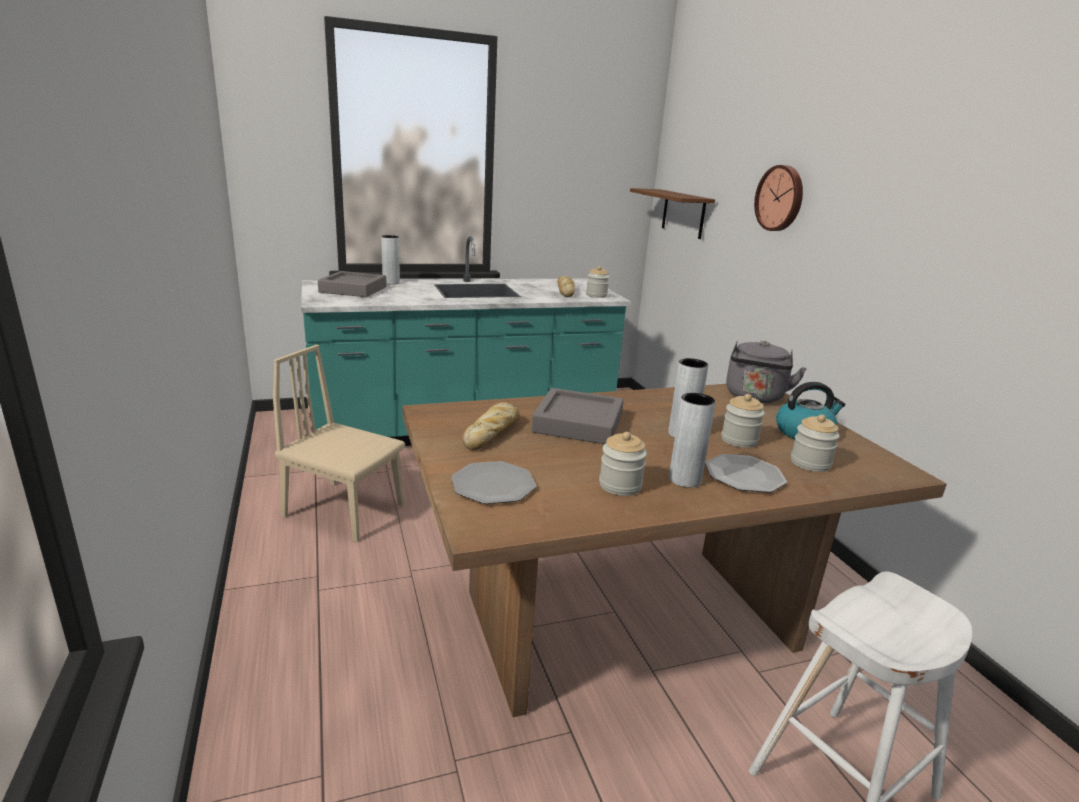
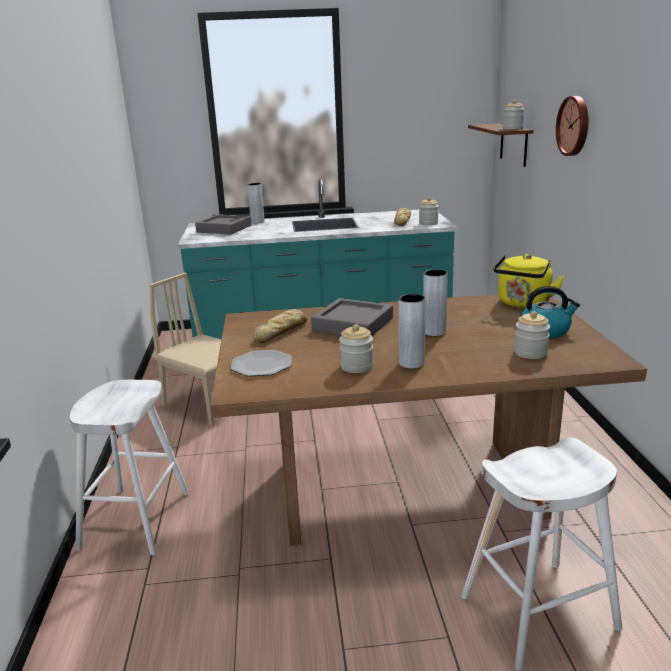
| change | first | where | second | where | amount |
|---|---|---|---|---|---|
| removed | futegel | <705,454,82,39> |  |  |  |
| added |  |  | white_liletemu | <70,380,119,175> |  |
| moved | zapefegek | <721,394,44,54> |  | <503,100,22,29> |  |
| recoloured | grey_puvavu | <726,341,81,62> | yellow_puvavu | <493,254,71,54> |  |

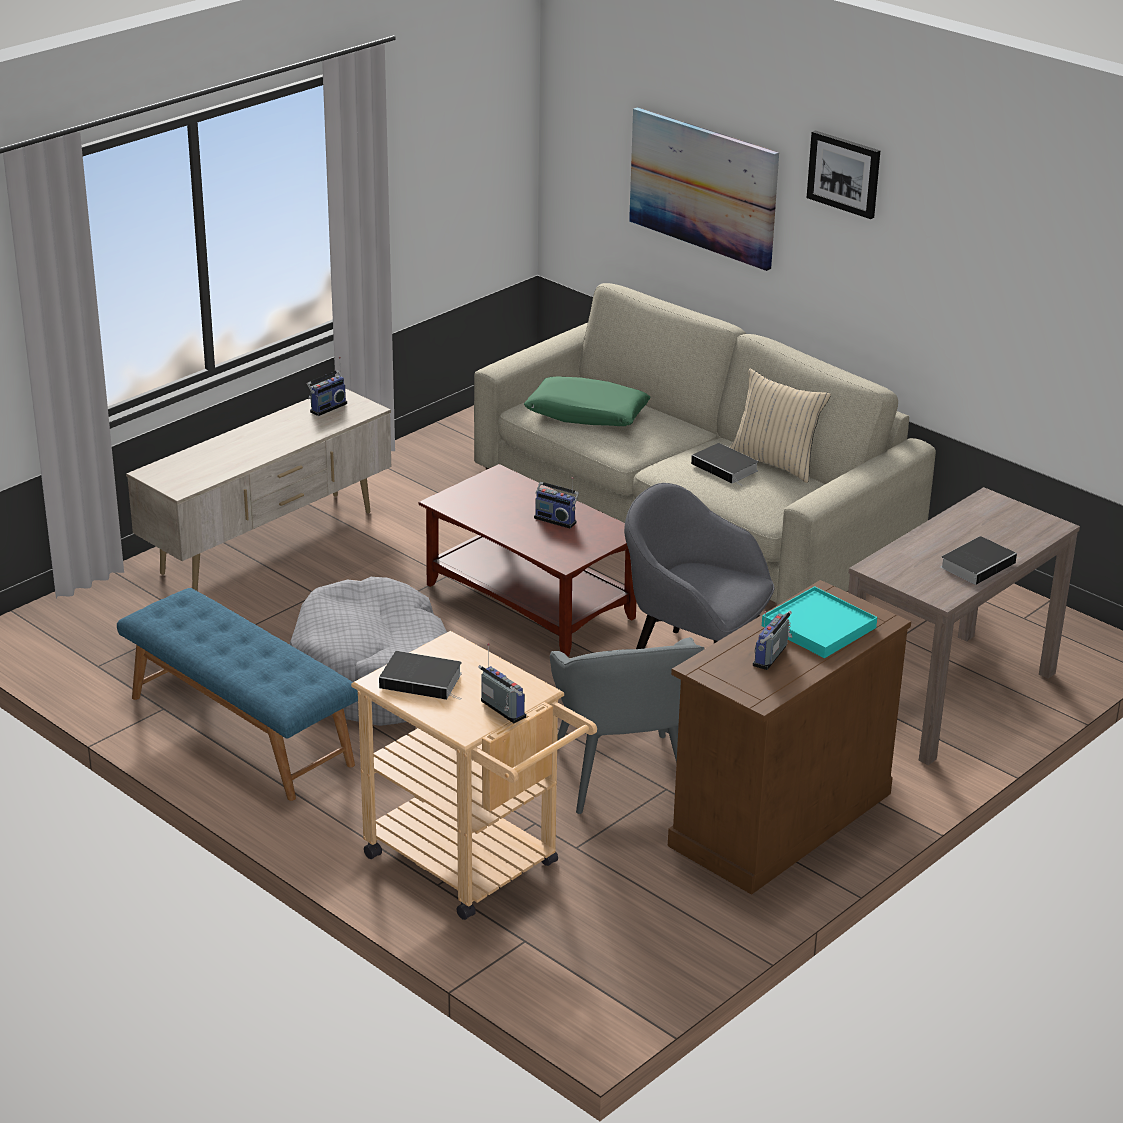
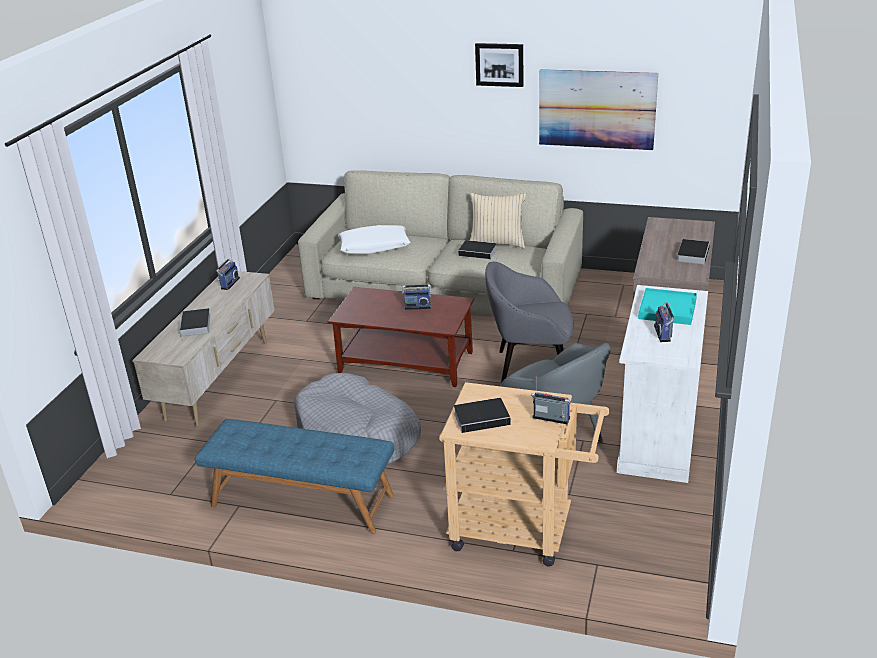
| change | first | where | second | where | amount |
|---|---|---|---|---|---|
| added |  |  | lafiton | <179,308,32,31> |  |
| moved | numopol | <629,107,150,164> |  | <539,69,119,81> |  |
| recoloured | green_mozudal | <524,377,126,49> | white_mozudal | <338,225,72,30> |  |
| recoloured | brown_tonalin | <668,580,243,315> | white_tonalin | <617,285,91,198> |  |

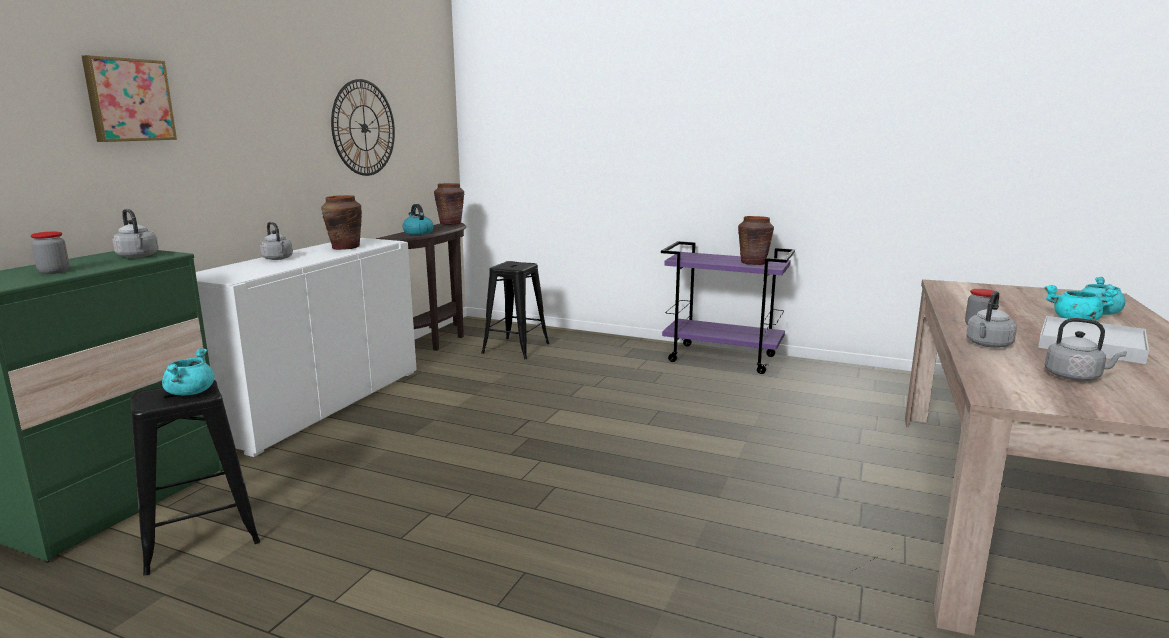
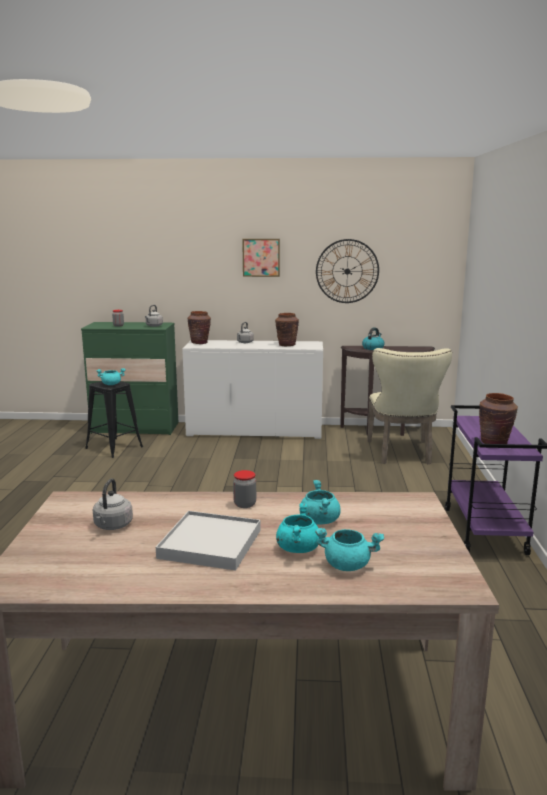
| change | first | where | second | where | amount |
|---|---|---|---|---|---|
| removed | grey_puvavu | <966,291,51,57> |  |  |  |
| added |  |  | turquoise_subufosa | <301,480,40,45> |  |
| moved | numopol | <82,55,95,87> |  | <242,239,38,38> |  |
| moved | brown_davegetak | <434,183,30,42> |  | <188,311,23,33> |  |
| replaced | black_liletemu | <481,261,68,98> | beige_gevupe | <367,348,85,116> |  |

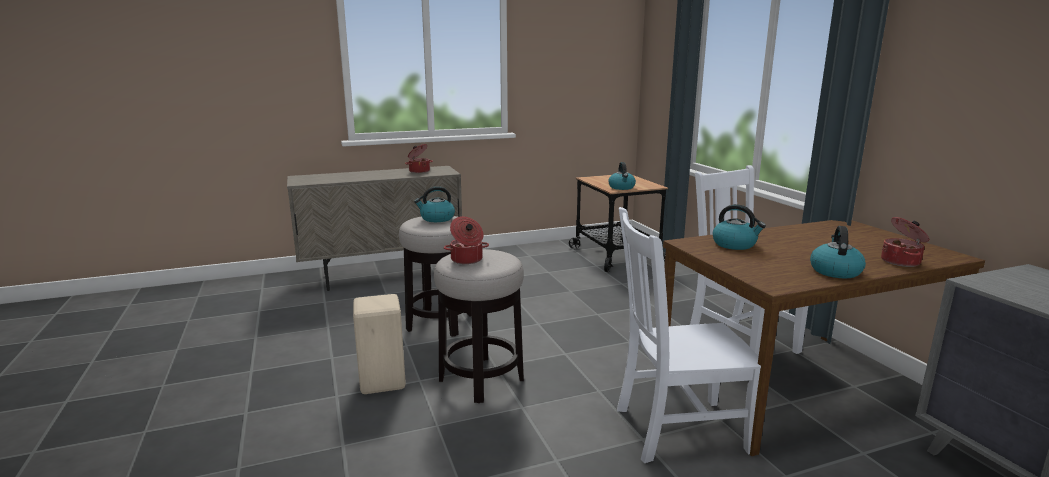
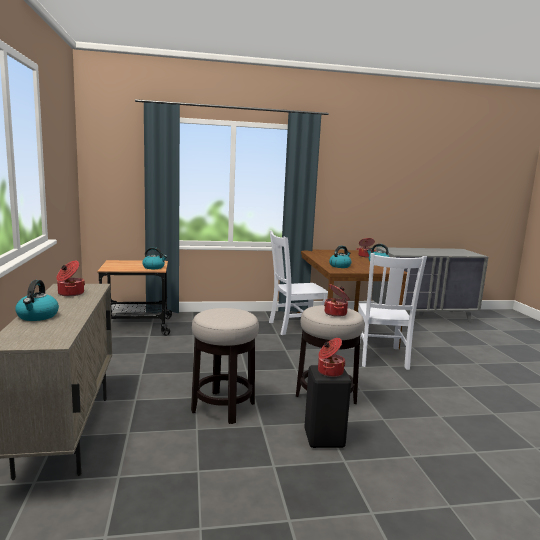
| change | first | where | second | where | amount |
|---|---|---|---|---|---|
| added |  |  | subufosa | <318,338,28,39> |  |
| moved | puvavu | <414,186,41,36> |  | <15,280,44,41> |  |
| recoloured | beige_liletemu | <353,294,53,100> | black_liletemu | <304,365,47,83> |  |

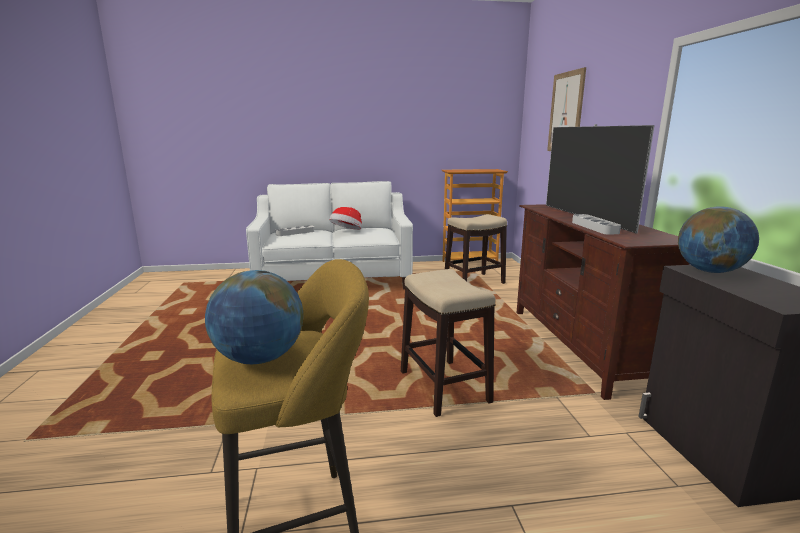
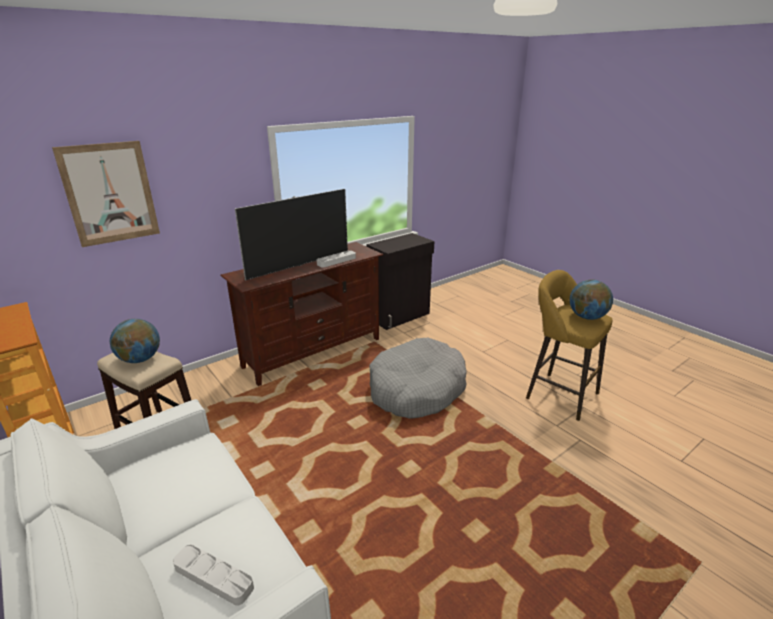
| change | first | where | second | where | amount |
|---|---|---|---|---|---|
| removed | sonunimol | <329,207,33,23> |  |  |  |
| moved | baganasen | <678,206,81,67> |  | <110,319,50,44> |  |
| replaced | liletemu | <401,269,95,148> | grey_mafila | <369,338,98,81> |  |

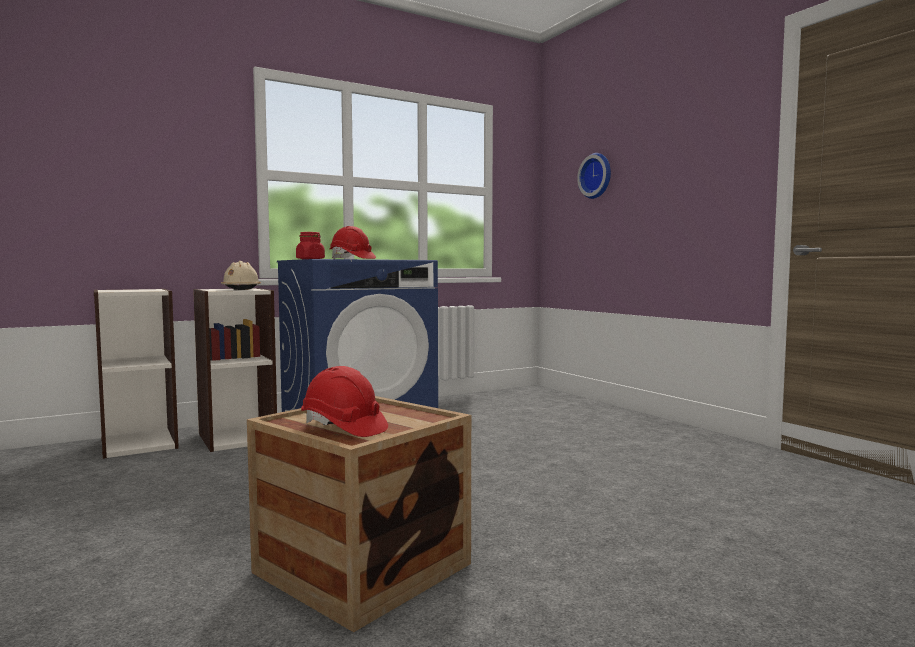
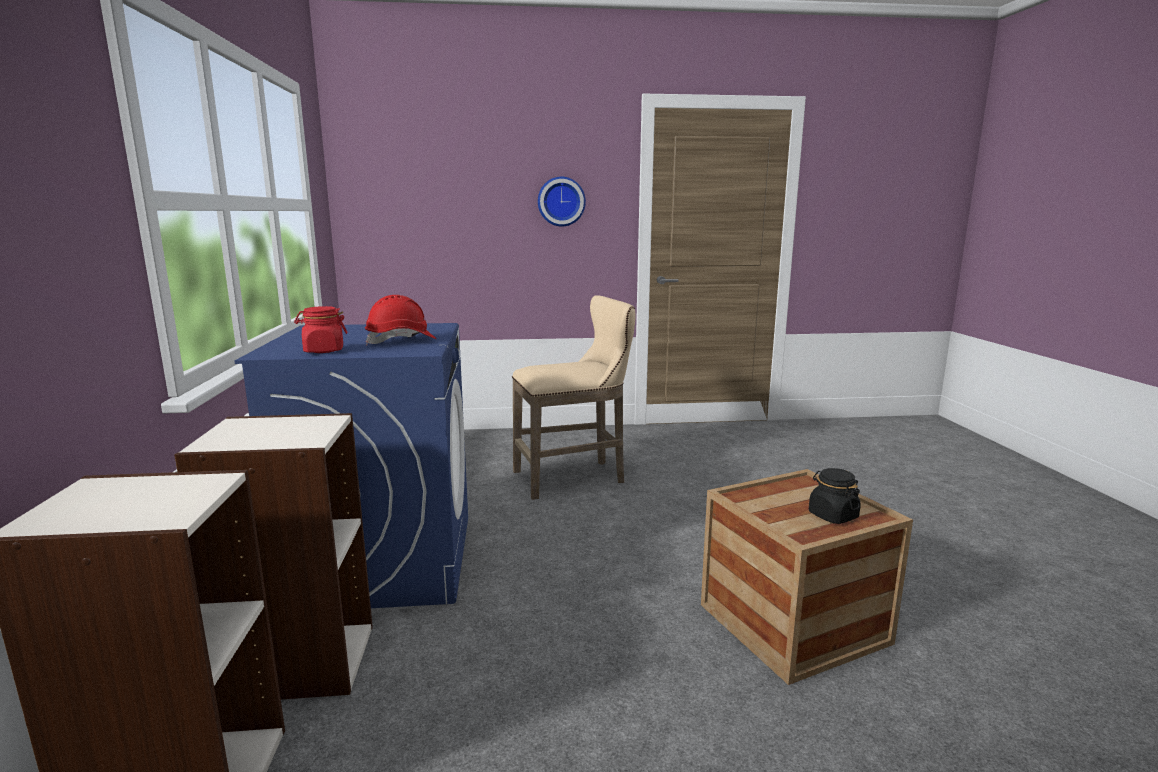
| change | first | where | second | where | amount |
|---|---|---|---|---|---|
| removed | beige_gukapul | <221,261,40,29> |  |  |  |
| added |  |  | beige_liletemu | <512,295,124,205> |  |
| moved | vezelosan | <577,153,34,46> |  | <538,177,48,49> |  |
| replaced | red_gukapul | <301,366,87,71> | black_zapefegek | <809,468,52,56> |  |

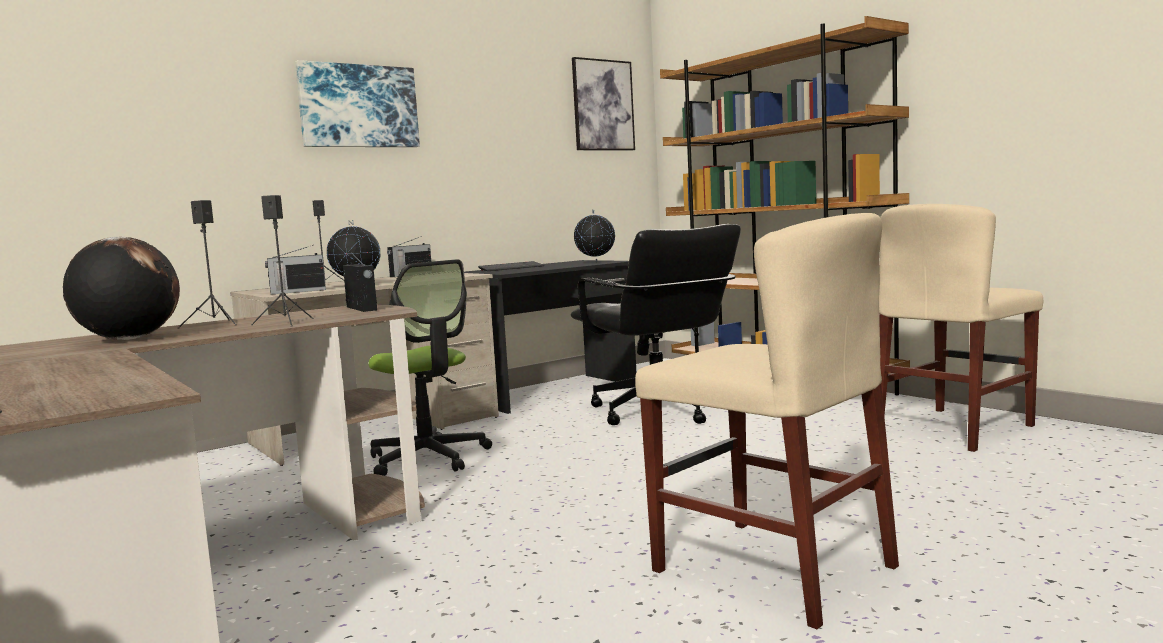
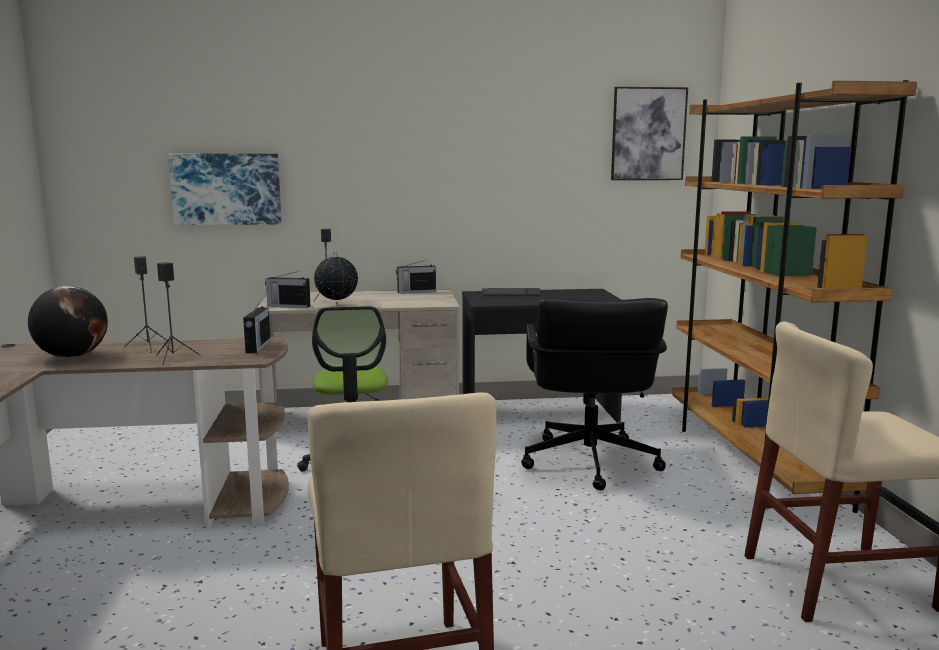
| change | first | where | second | where | amount |
|---|---|---|---|---|---|
| removed | baganasen | <574,210,41,53> |  |  |  |
| moved | numopol | <295,60,125,87> |  | <168,154,114,71> |  |

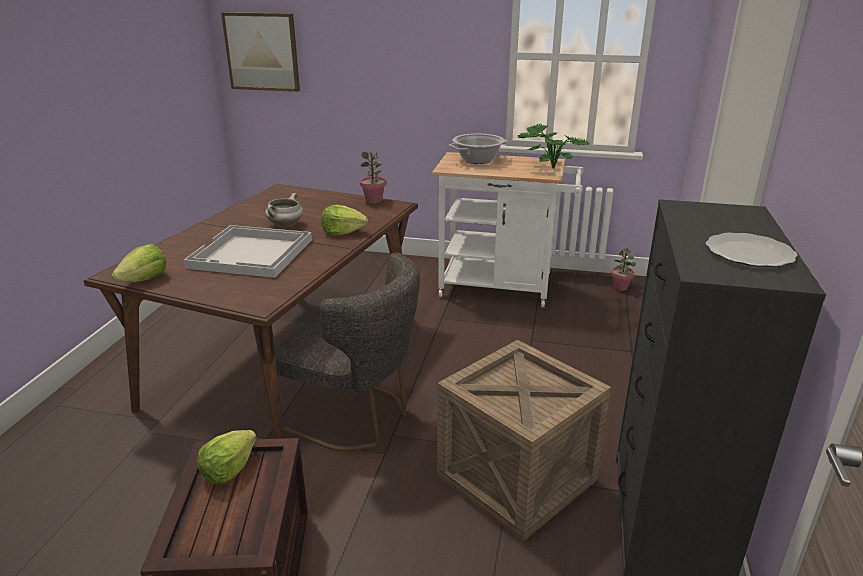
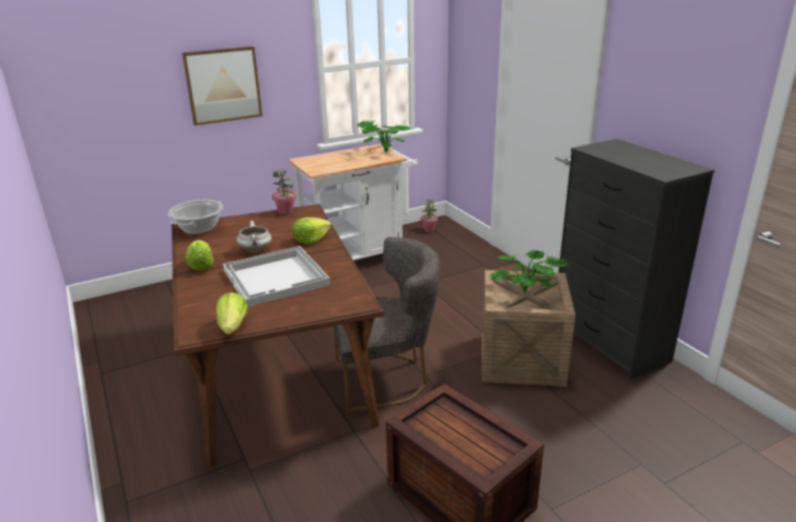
| change | first | where | second | where | amount |
|---|---|---|---|---|---|
| removed | futegel | <706,233,92,34> |  |  |  |
| added |  |  | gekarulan | <490,249,79,43> |  |
| moved | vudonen | <197,430,59,55> |  | <185,240,28,31> |  |
| moved | numopol | <221,12,79,80> |  | <182,46,80,80> |  |
| moved | subufosa | <449,134,59,30> |  | <168,200,55,34> |  |

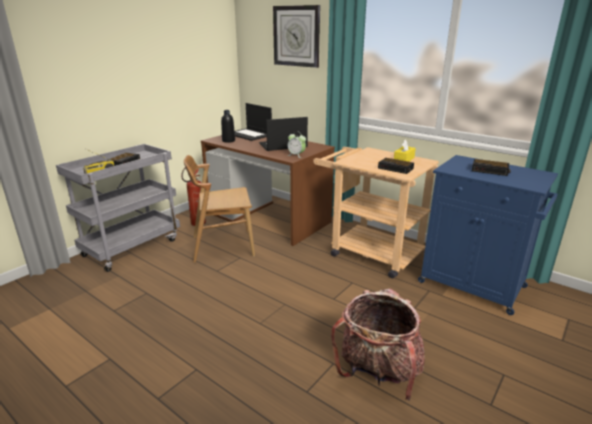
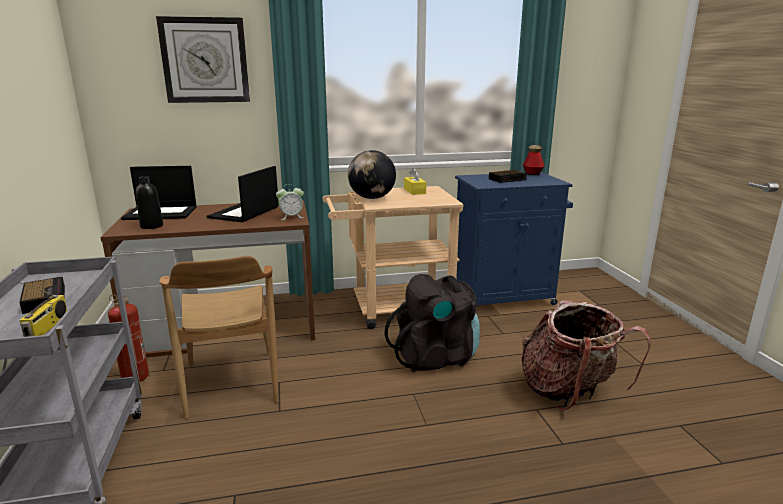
| change | first | where | second | where | amount |
|---|---|---|---|---|---|
| removed | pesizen | <378,158,36,16> |  |  |  |
| added |  |  | baganasen | <348,150,48,49> |  |
| added |  |  | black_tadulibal | <384,274,96,98> |  |
| added |  |  | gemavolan | <523,145,22,30> |  |
| turned | brown_gevupe | <184,155,71,108> |  | <160,256,119,163> | 45 degrees counterclockwise |

